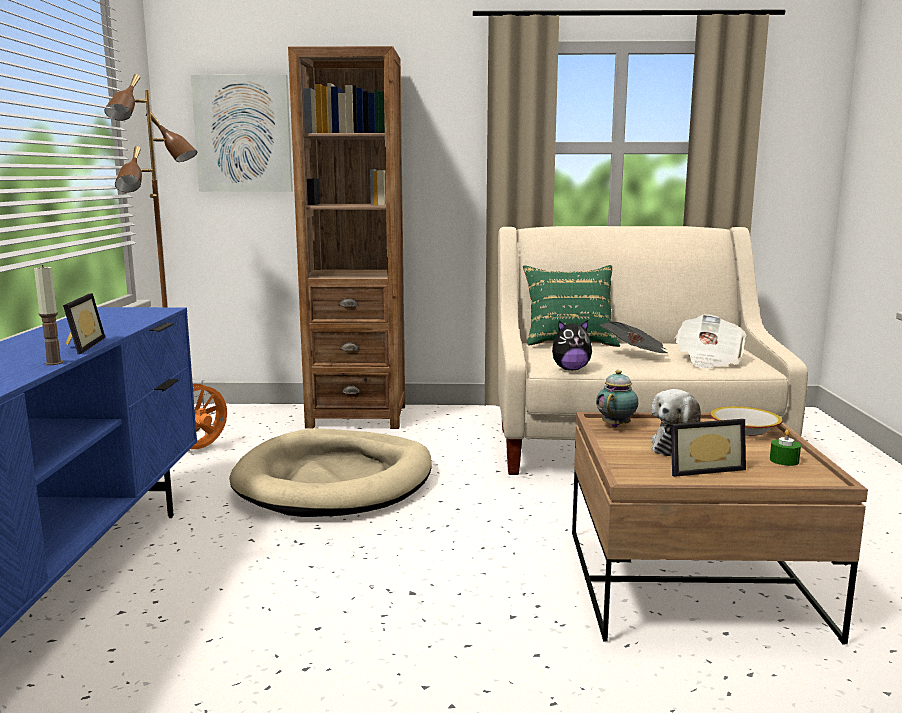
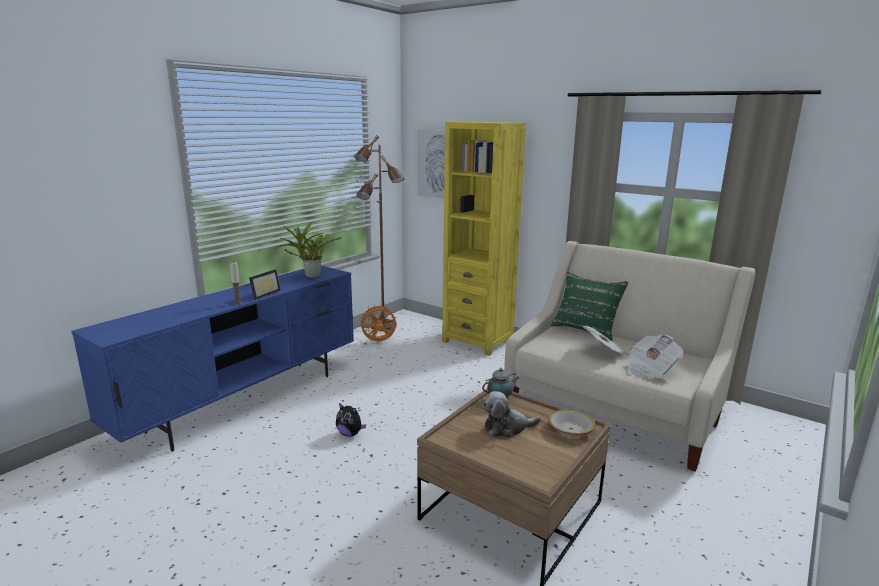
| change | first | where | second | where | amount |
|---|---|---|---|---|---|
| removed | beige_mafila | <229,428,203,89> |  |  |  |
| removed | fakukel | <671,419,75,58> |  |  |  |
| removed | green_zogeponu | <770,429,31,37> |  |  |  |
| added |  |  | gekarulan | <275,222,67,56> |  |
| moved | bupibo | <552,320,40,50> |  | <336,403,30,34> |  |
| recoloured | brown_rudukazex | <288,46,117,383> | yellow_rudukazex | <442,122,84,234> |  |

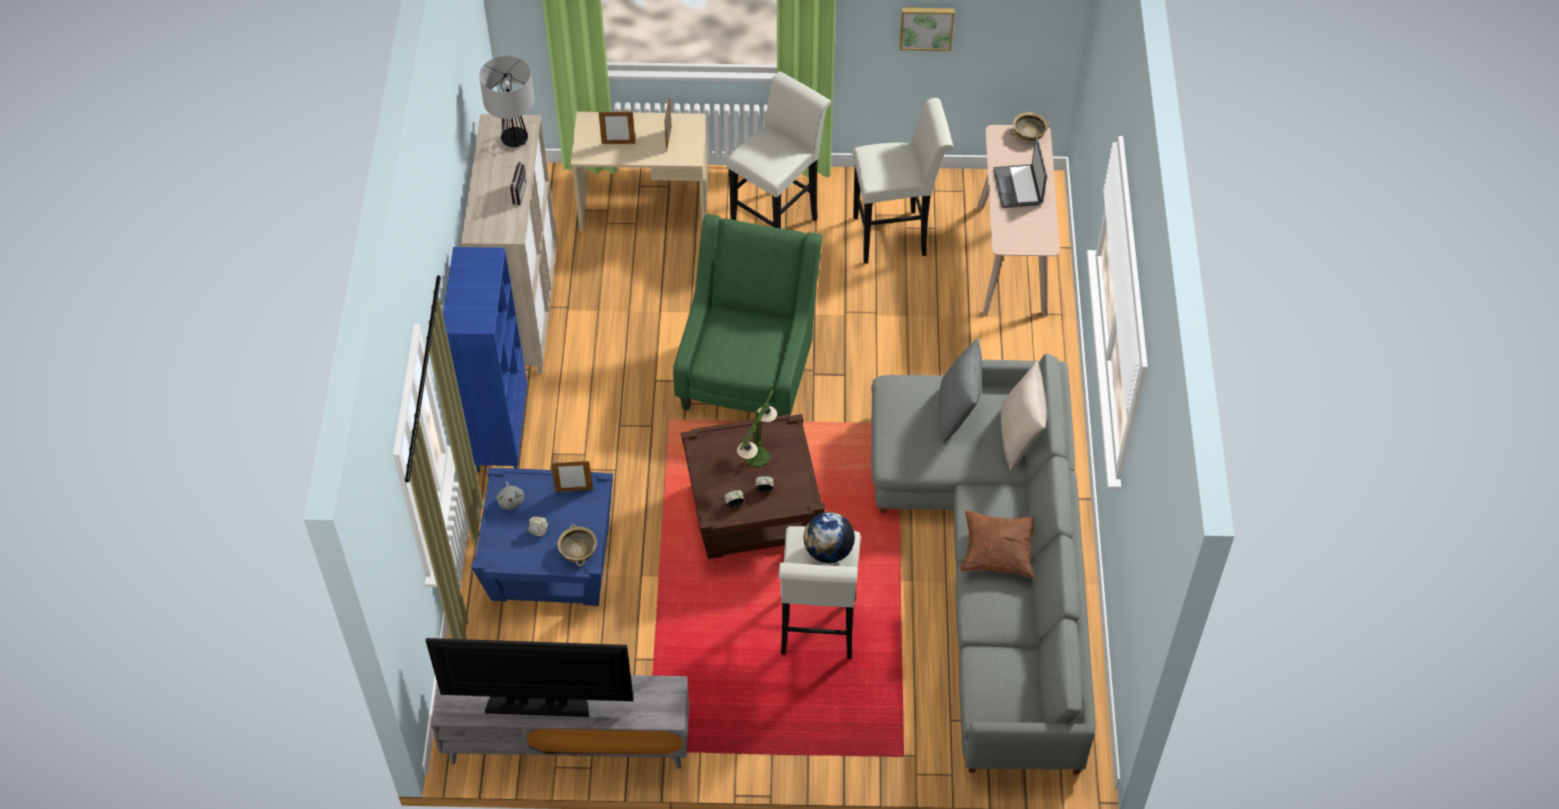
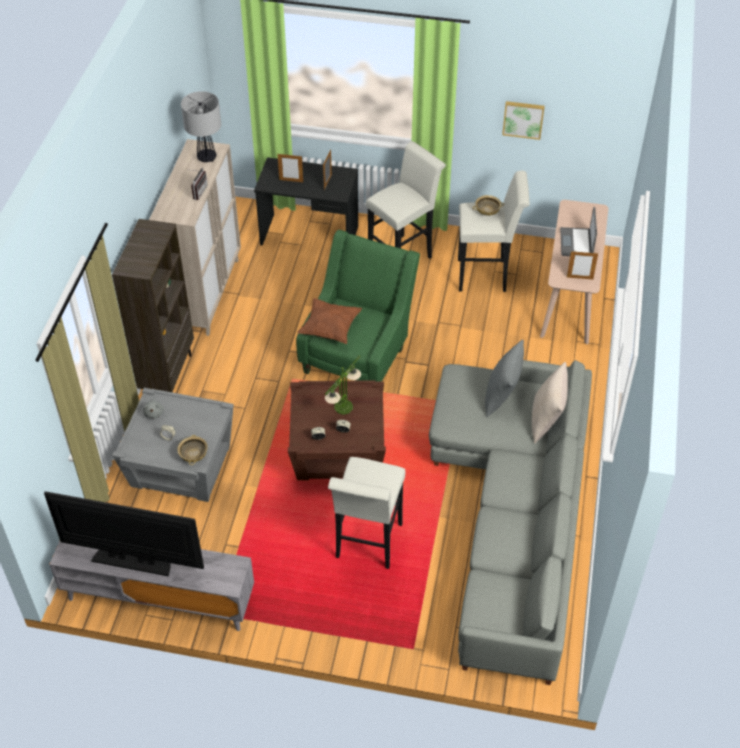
| change | first | where | second | where | amount |
|---|---|---|---|---|---|
| removed | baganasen | <804,512,51,51> |  |  |  |
| moved | fakukel | <551,460,42,32> |  | <567,251,31,28> |  |
| moved | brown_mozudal | <960,510,75,69> |  | <297,298,65,46> |  |
| moved | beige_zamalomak | <1010,112,40,29> |  | <472,195,32,21> |  |
| recoloured | blue_rudukazex | <443,247,84,226> | brown_rudukazex | <112,219,82,173> |  |
| recoloured | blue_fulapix | <471,468,142,138> | grey_fulapix | <112,388,122,114> |  |
| recoloured | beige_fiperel | <571,112,137,119> | black_fiperel | <254,157,104,89> |  |

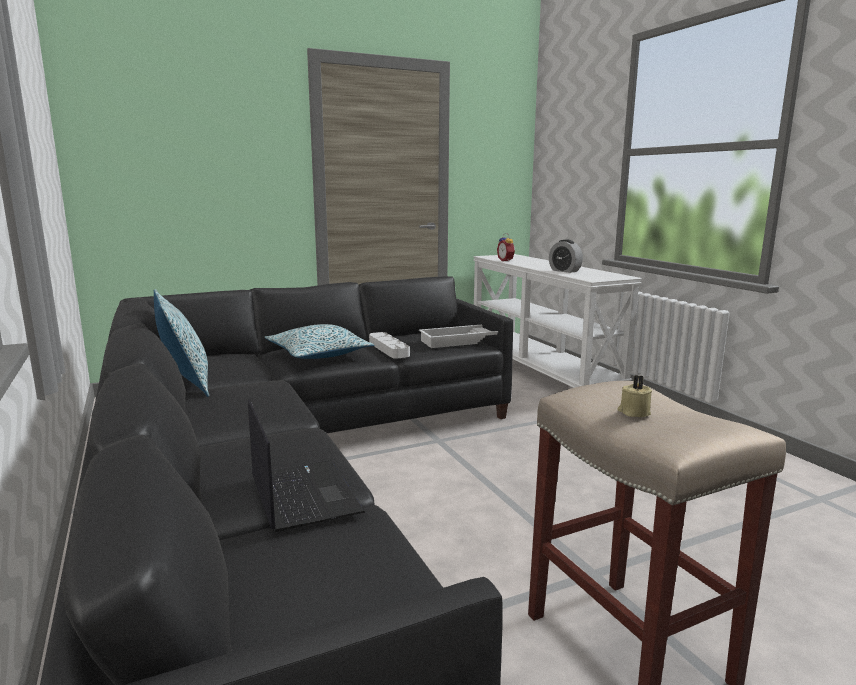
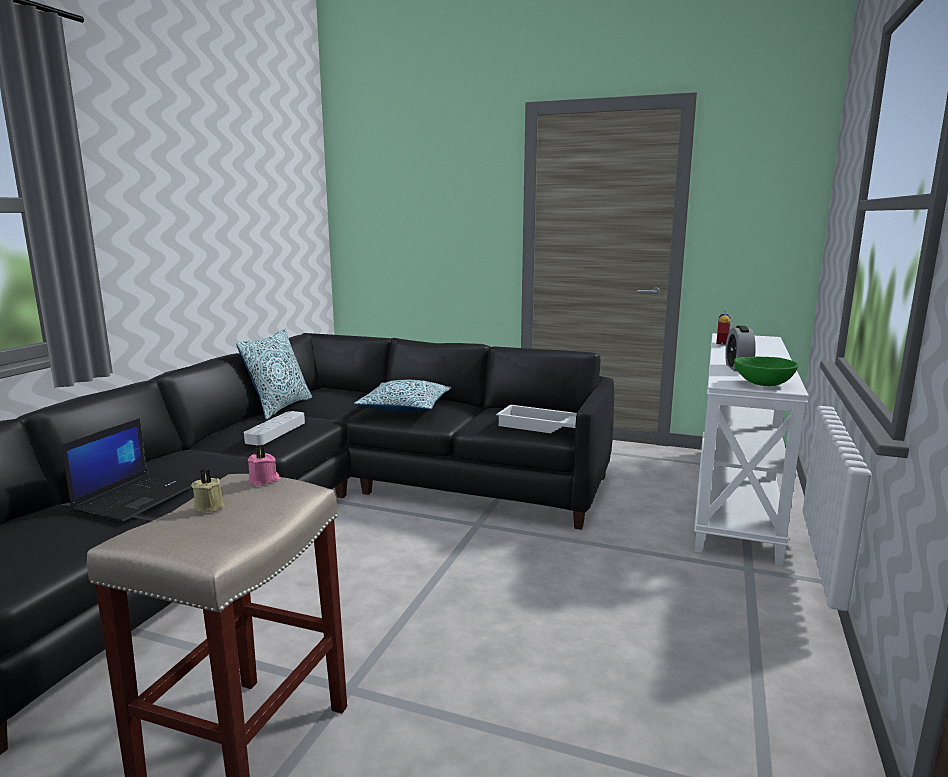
| change | first | where | second | where | amount |
|---|---|---|---|---|---|
| added |  |  | pink_zogeponu | <248,445,32,41> |  |
| added |  |  | green_zamalomak | <734,357,65,29> |  |
| moved | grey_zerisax | <369,332,41,27> |  | <244,411,61,34> |  |

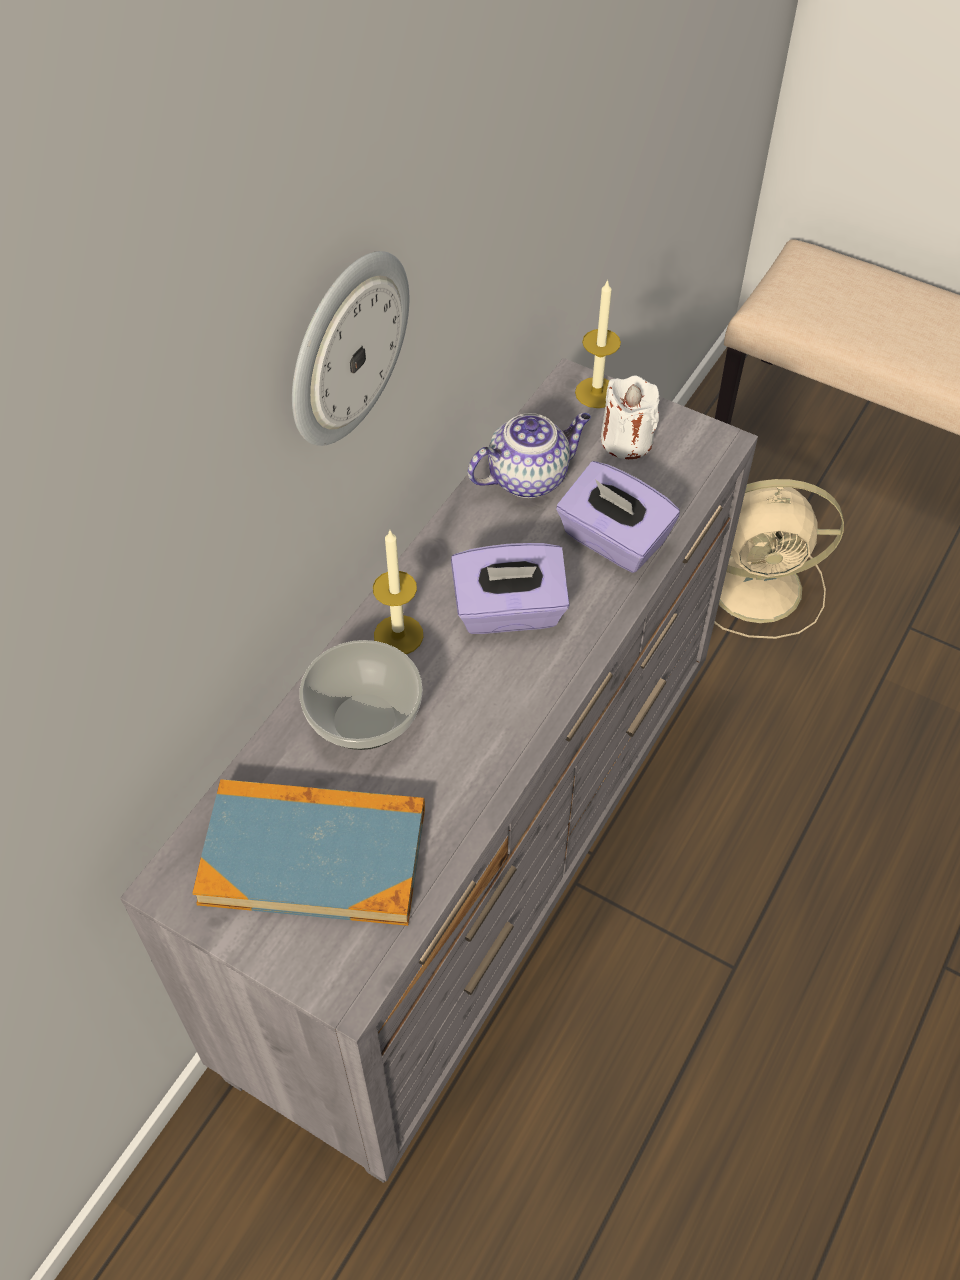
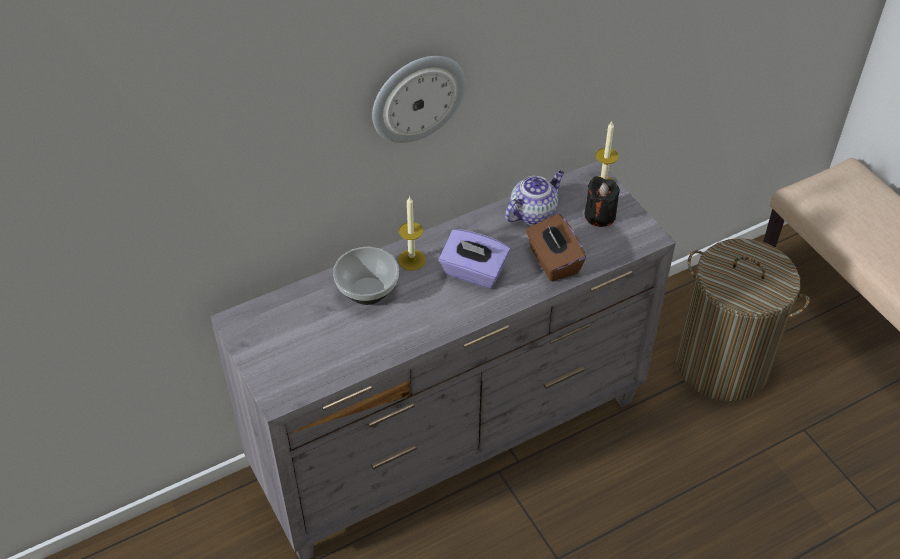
| change | first | where | second | where | amount |
|---|---|---|---|---|---|
| removed | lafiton | <192,779,233,147> |  |  |  |
| replaced | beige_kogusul | <714,479,130,160> | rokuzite | <676,238,134,163> |  |
| recoloured | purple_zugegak | <556,461,124,112> | brown_zugegak | <526,214,60,67> |  |
| recoloured | white_zogeponu | <601,376,58,83> | black_zogeponu | <584,176,36,51> |  |
| turned | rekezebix | <468,413,123,85> |  | <505,170,59,55> | 45 degrees counterclockwise |

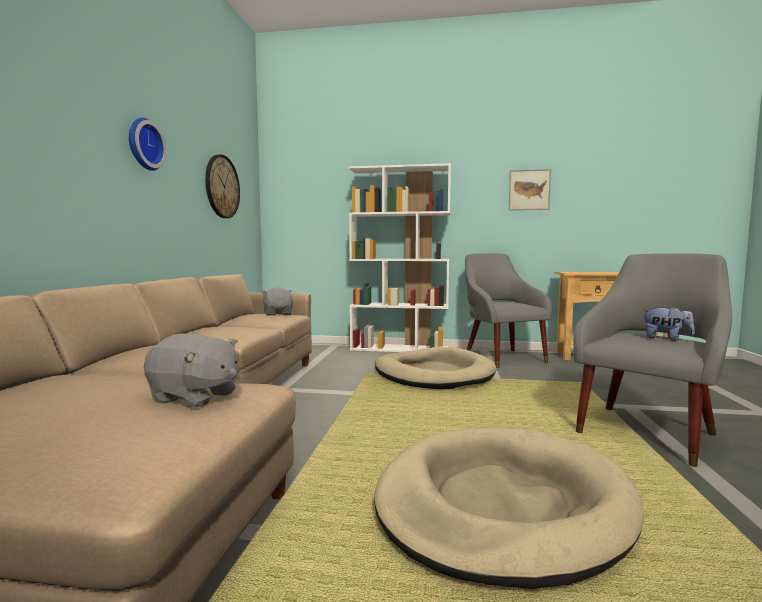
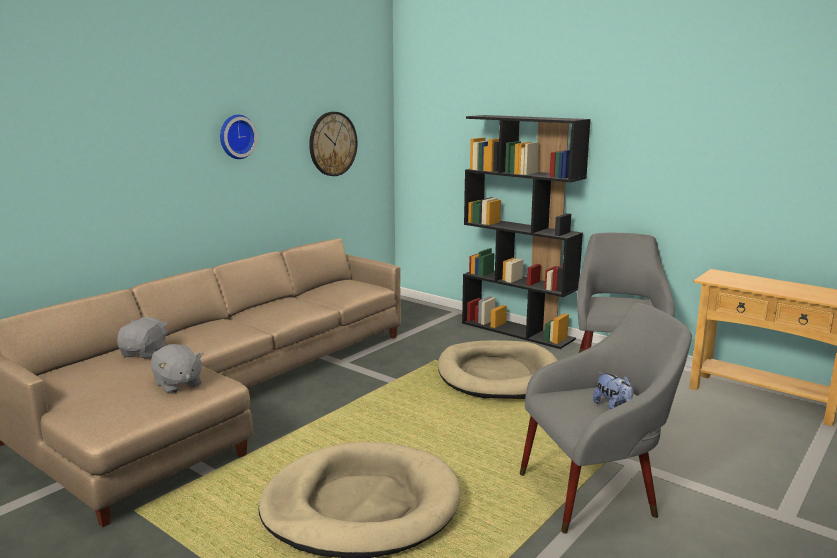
| change | first | where | second | where | amount |
|---|---|---|---|---|---|
| removed | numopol | <509,169,42,41> |  |  |  |
| moved | grey_bupibo | <261,287,32,28> |  | <117,317,51,42> |  |
| recoloured | white_rudukazex | <349,163,102,189> | black_rudukazex | <462,115,129,234> |  |

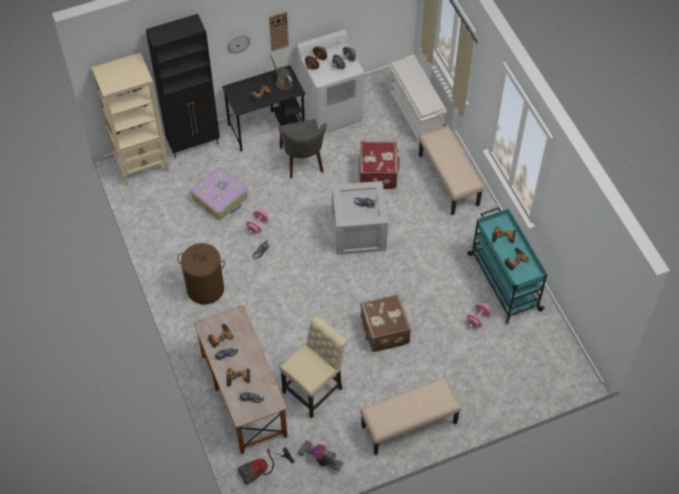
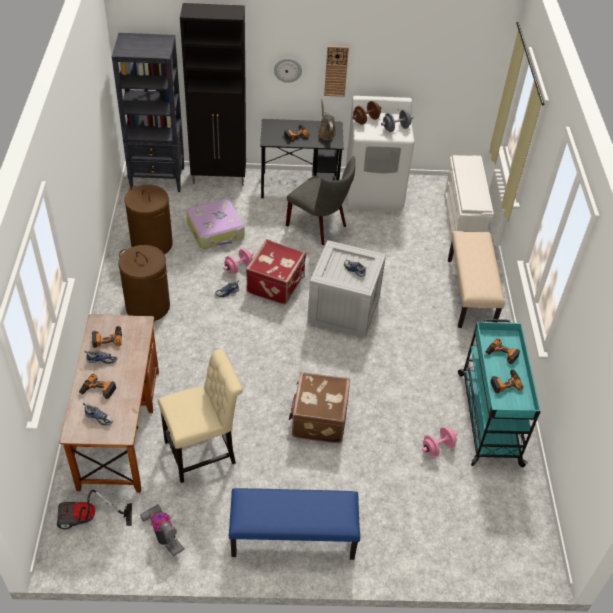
| change | first | where | second | where | amount |
|---|---|---|---|---|---|
| added |  |  | brown_rokuzite | <124,185,49,69> |  |
| moved | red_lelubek | <360,141,40,48> |  | <246,239,60,66> |  |
| recoloured | beige_rudukazex | <92,53,77,132> | black_rudukazex | <112,33,72,159> |  |
| recoloured | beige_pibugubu | <360,378,101,77> | blue_pibugubu | <229,488,131,72> |  |
| turned | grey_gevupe | <279,119,48,60> |  | <286,156,69,89> | 60 degrees counterclockwise |

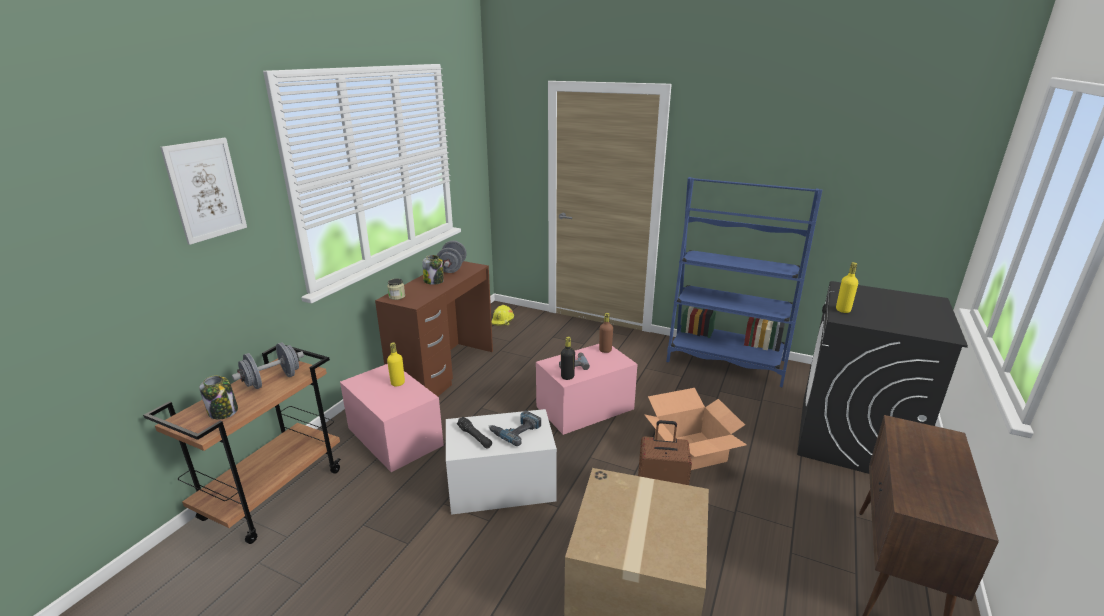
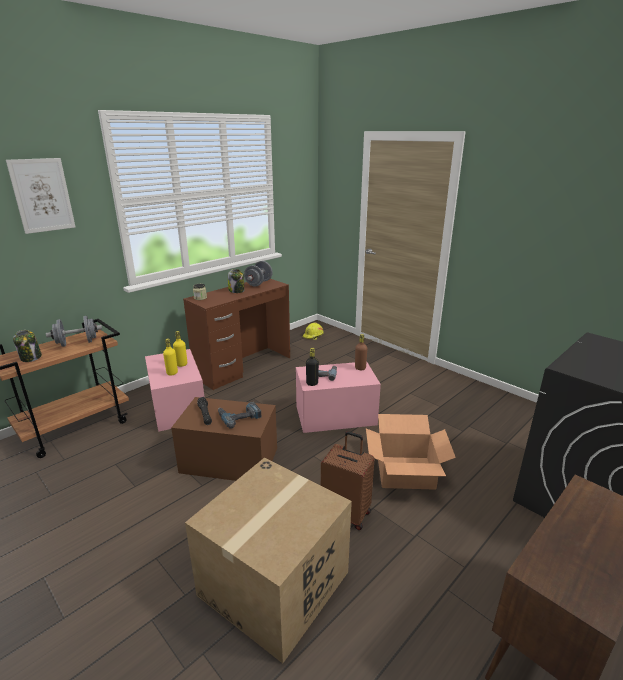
| change | first | where | second | where | amount |
|---|---|---|---|---|---|
| removed | blue_rudukazex | <666,177,156,210> |  |  |  |
| moved | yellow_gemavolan | <836,262,22,51> |  | <163,338,15,38> |  |
| recoloured | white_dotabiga | <446,409,111,106> | brown_dotabiga | <171,397,106,84> |  |

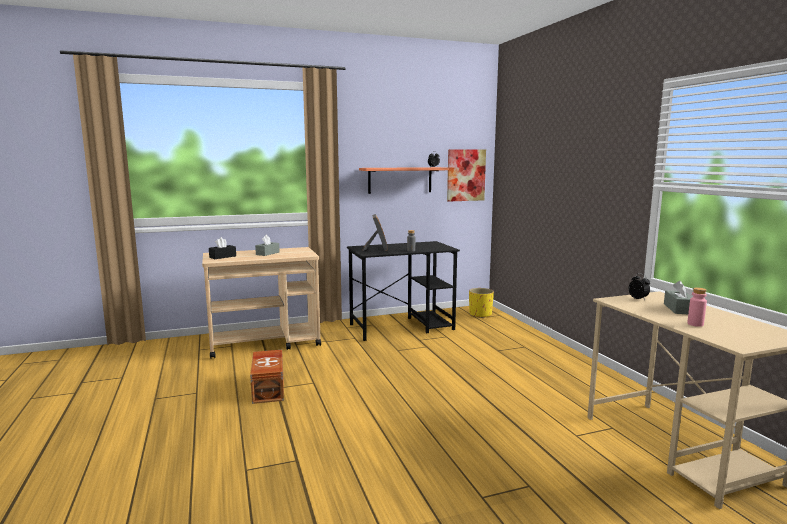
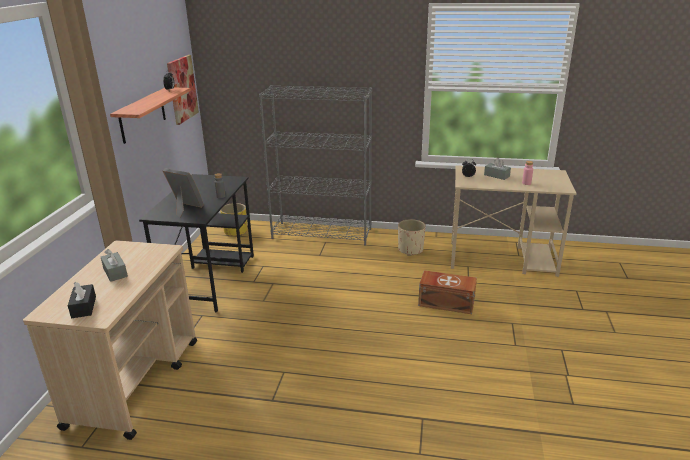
| change | first | where | second | where | amount |
|---|---|---|---|---|---|
| added |  |  | grey_rudukazex | <259,85,113,161> |  |
| added |  |  | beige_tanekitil | <398,219,28,37> |  |
| moved | brown_dotabiga | <250,350,34,54> |  | <418,270,59,44> |  |

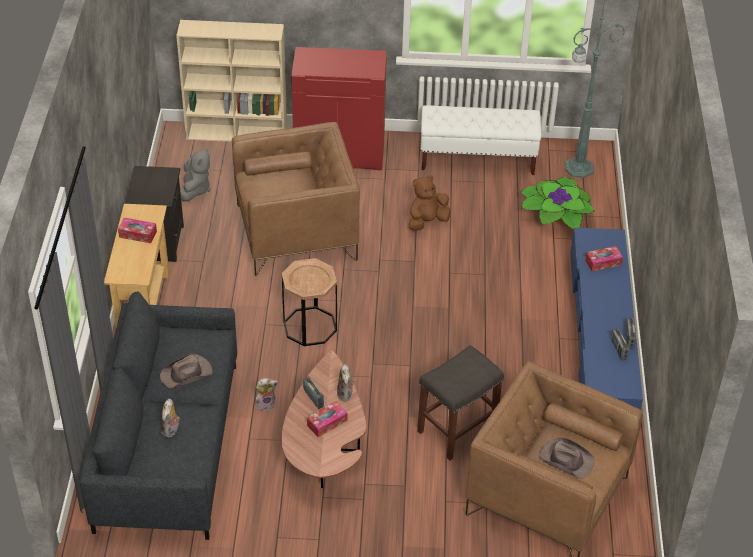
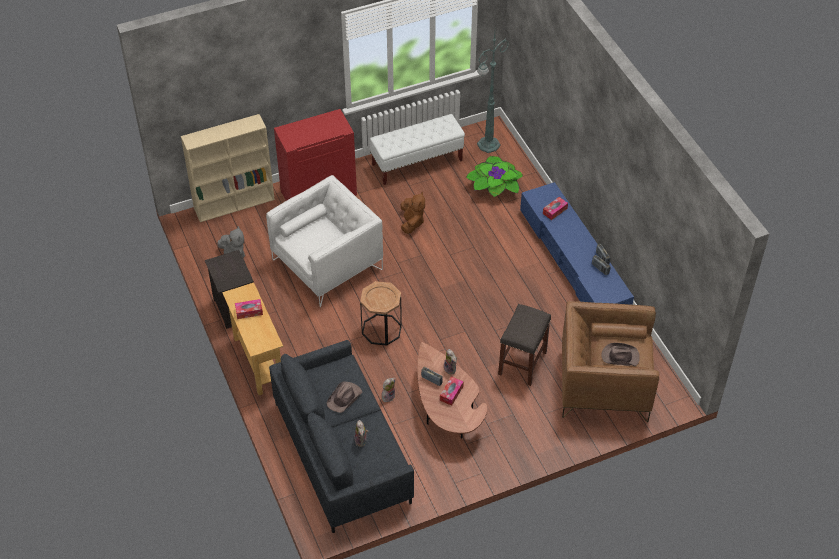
| change | first | where | second | where | amount |
|---|---|---|---|---|---|
| recoloured | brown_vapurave | <232,122,128,154> | white_vapurave | <266,175,117,132> |  |
| turned | brown_bupibo | <409,175,42,56> |  | <401,192,24,42> | 150 degrees clockwise |

